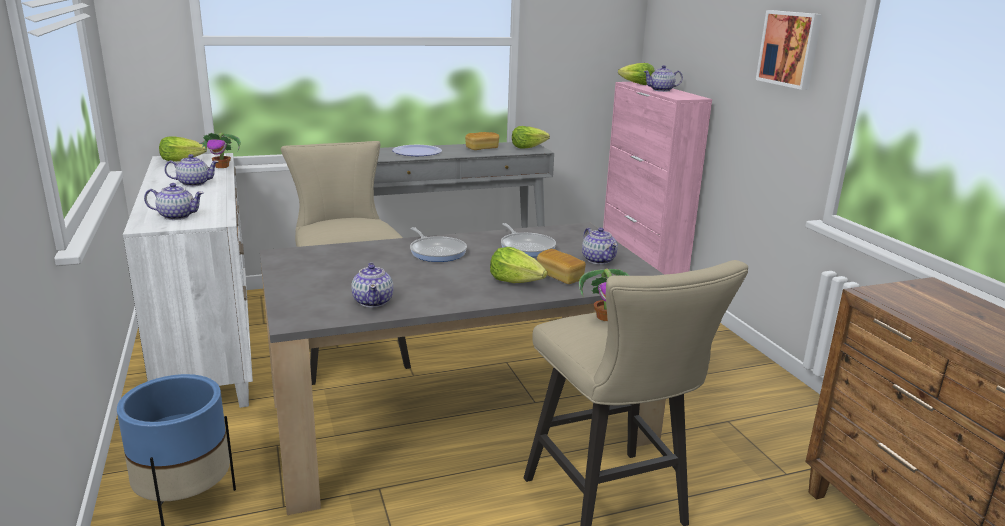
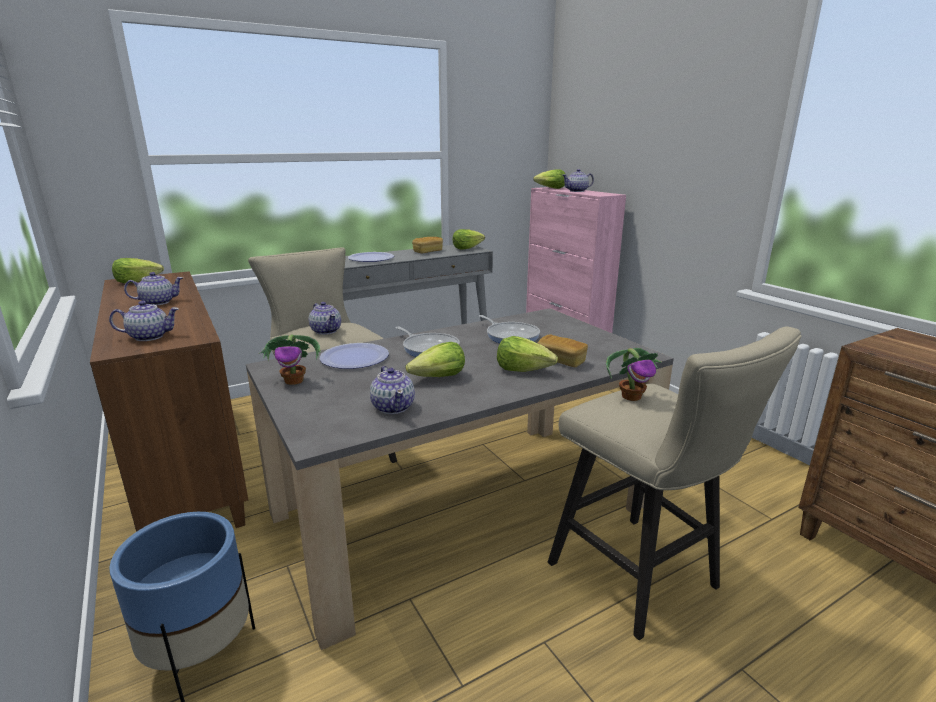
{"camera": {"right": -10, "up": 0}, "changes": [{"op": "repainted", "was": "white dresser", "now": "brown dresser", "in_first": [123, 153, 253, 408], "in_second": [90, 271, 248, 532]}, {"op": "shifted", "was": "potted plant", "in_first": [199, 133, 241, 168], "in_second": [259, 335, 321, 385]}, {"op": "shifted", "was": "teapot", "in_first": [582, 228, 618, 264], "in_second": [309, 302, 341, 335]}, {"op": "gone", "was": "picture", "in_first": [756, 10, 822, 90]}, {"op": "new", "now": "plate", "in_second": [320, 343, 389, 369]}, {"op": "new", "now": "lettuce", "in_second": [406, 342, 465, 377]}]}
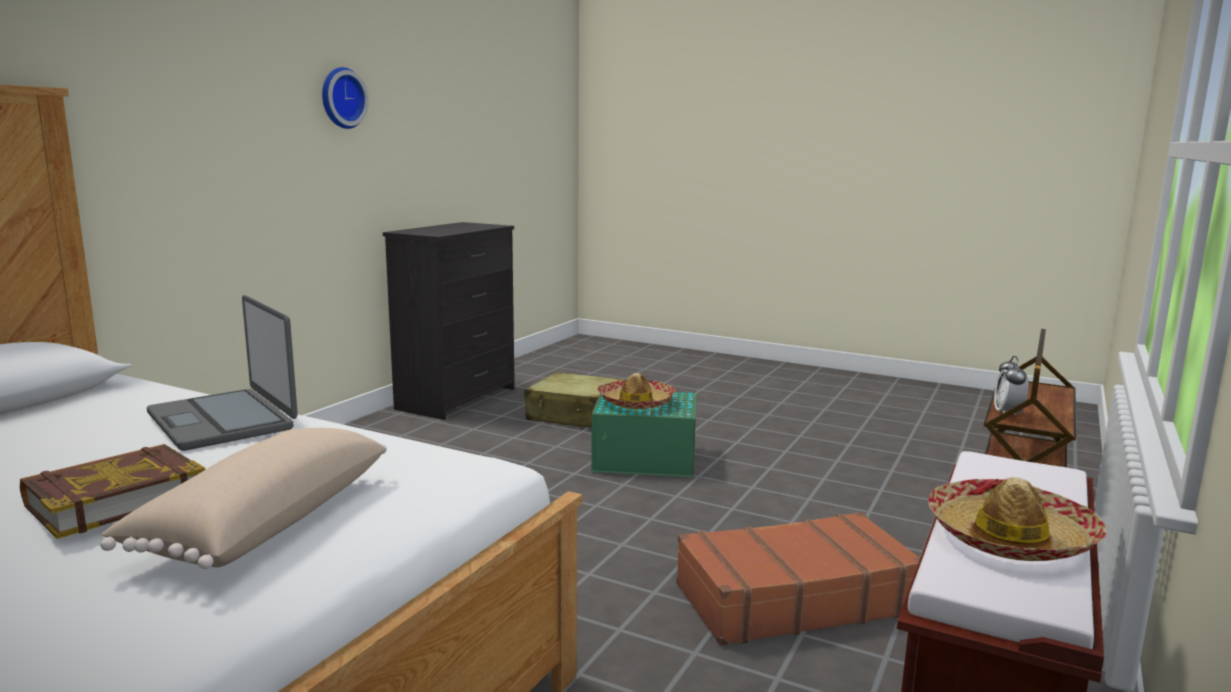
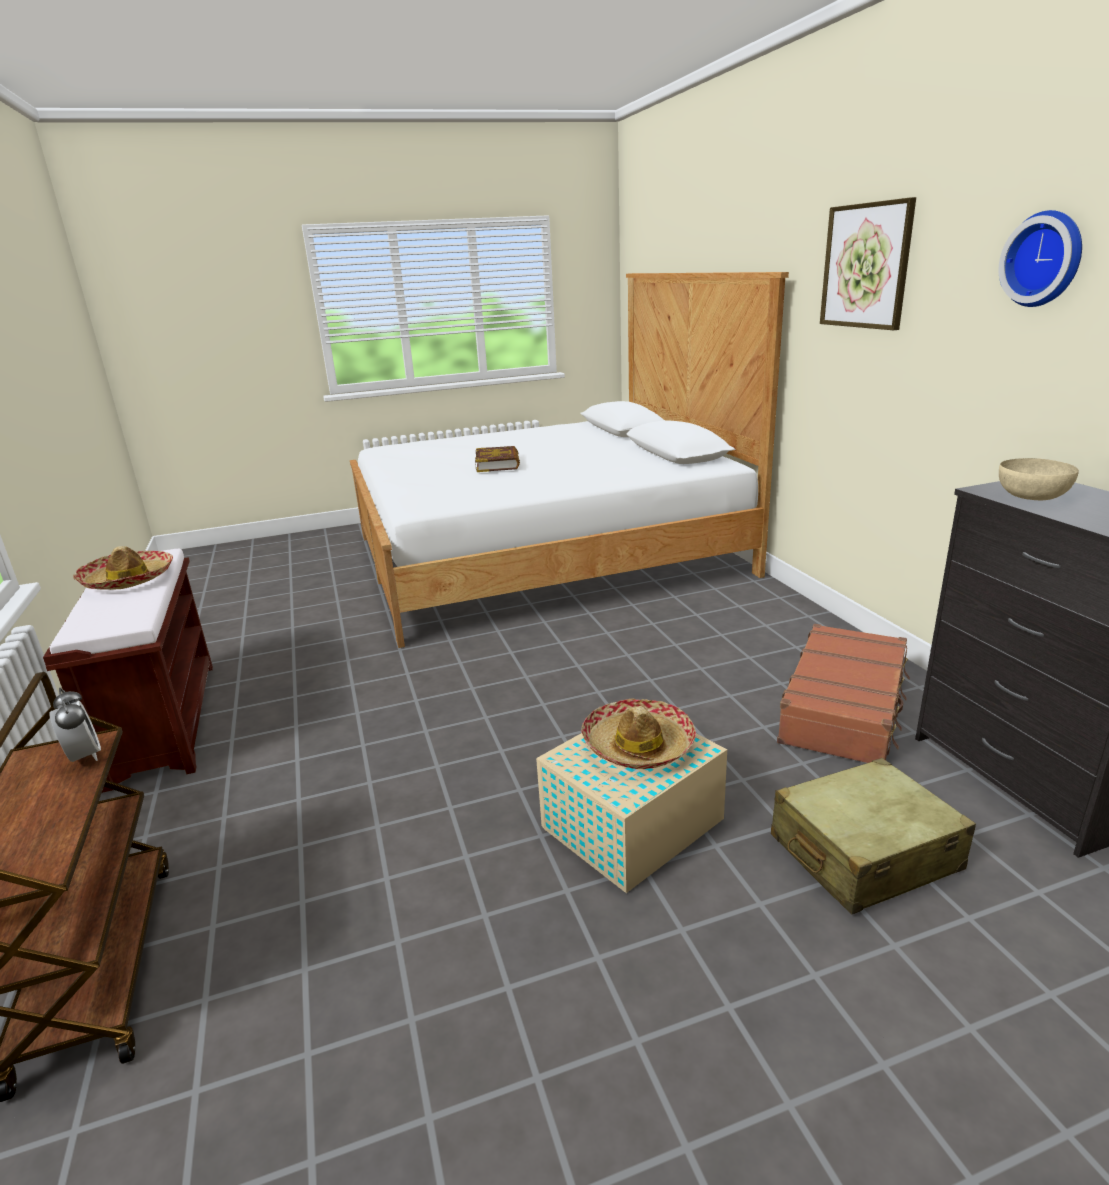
{"camera": {"right": 135, "up": 10}, "changes": [{"op": "gone", "was": "beige pillow", "in_first": [100, 428, 387, 569]}, {"op": "gone", "was": "laptop", "in_first": [147, 295, 298, 451]}, {"op": "repainted", "was": "green storage box", "now": "beige storage box", "in_first": [591, 392, 696, 477], "in_second": [536, 733, 727, 893]}, {"op": "shifted", "was": "brown suitcase", "in_first": [676, 512, 921, 646], "in_second": [777, 624, 910, 763]}, {"op": "new", "now": "picture", "in_second": [820, 197, 916, 330]}, {"op": "new", "now": "beige bowl", "in_second": [999, 458, 1079, 500]}]}
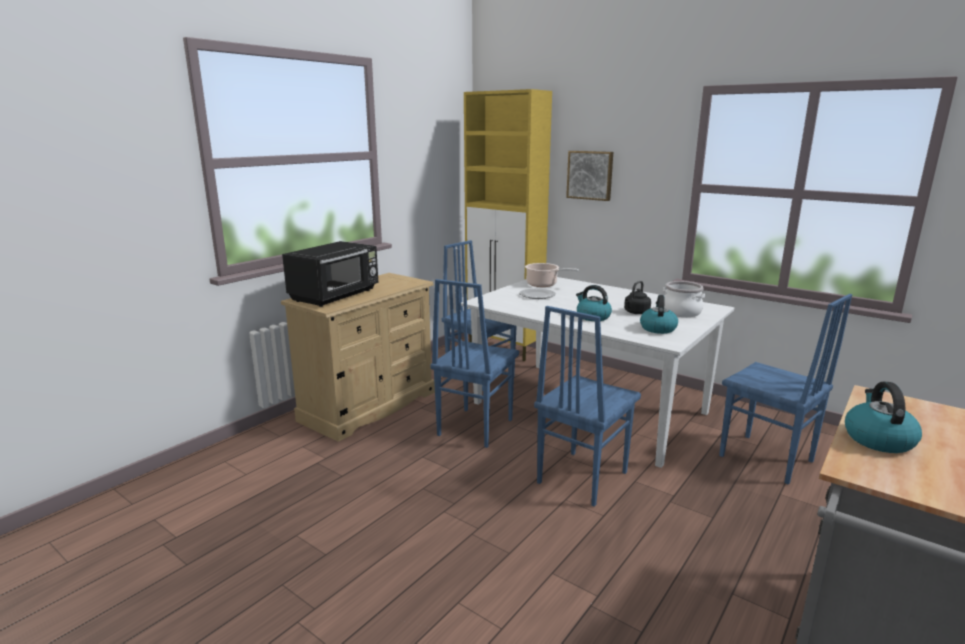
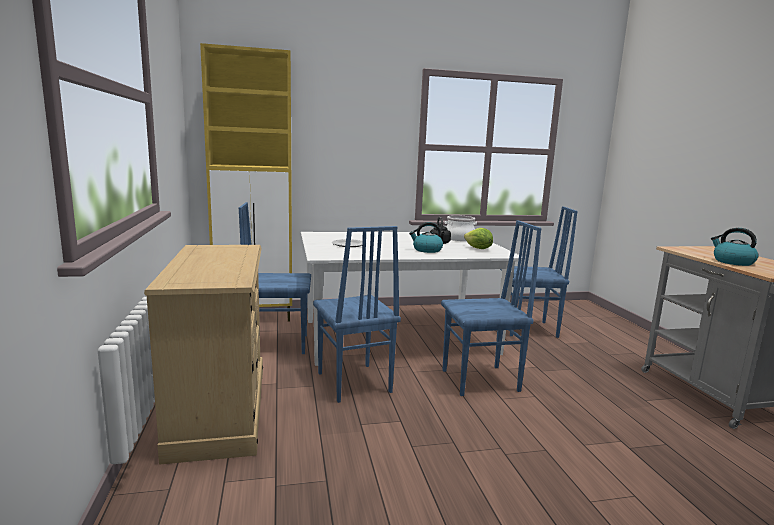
{"camera": {"right": -50, "up": -5}, "changes": [{"op": "gone", "was": "black microwave", "in_first": [282, 241, 378, 307]}, {"op": "gone", "was": "cooking pot", "in_first": [525, 263, 579, 287]}, {"op": "rotated", "was": "blue chair", "in_first": [534, 306, 641, 507], "in_second": [441, 220, 541, 396], "clockwise": -90}, {"op": "gone", "was": "picture", "in_first": [566, 151, 613, 201]}, {"op": "swapped", "was": "kettle", "now": "lettuce", "in_first": [640, 295, 678, 334], "in_second": [464, 228, 493, 249]}]}
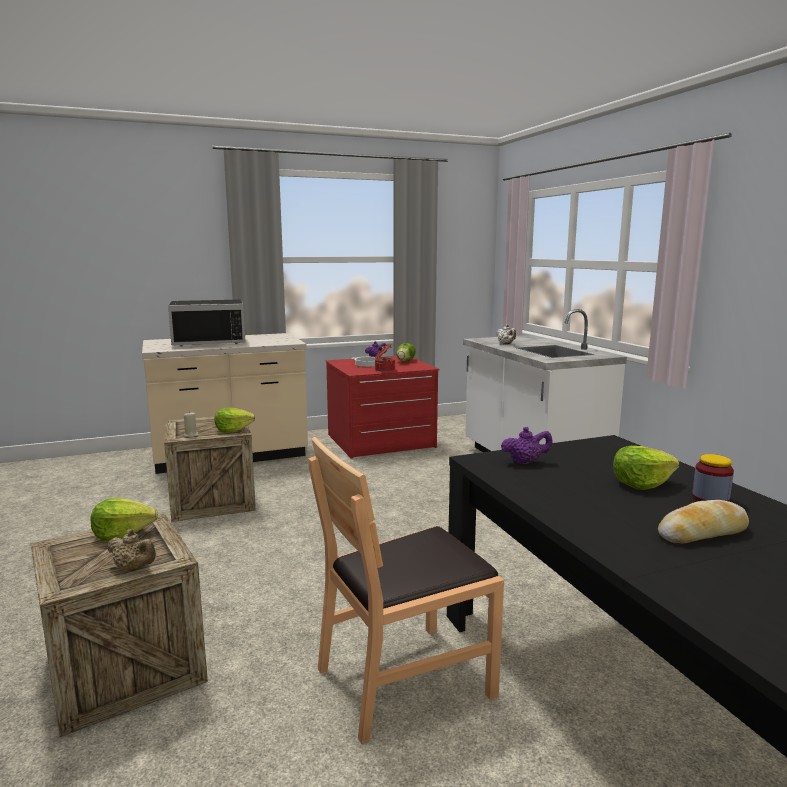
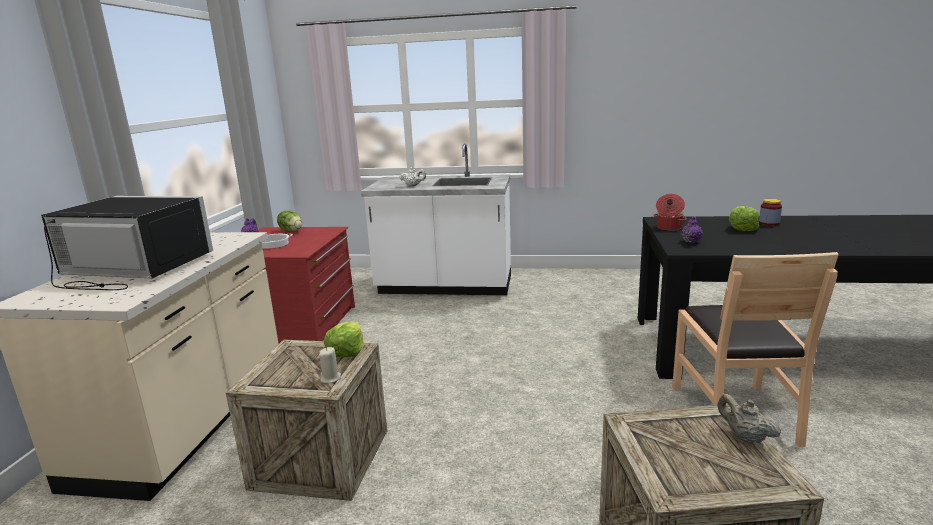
{"camera": {"right": -60, "up": 5}, "changes": [{"op": "gone", "was": "lettuce", "in_first": [90, 498, 158, 541]}, {"op": "rotated", "was": "beige teapot", "in_first": [107, 529, 156, 571], "in_second": [718, 394, 781, 444], "clockwise": -90}, {"op": "rotated", "was": "black microwave", "in_first": [168, 300, 246, 347], "in_second": [41, 196, 213, 290], "clockwise": -90}, {"op": "shifted", "was": "cooking pot", "in_first": [375, 344, 395, 372], "in_second": [653, 194, 687, 231]}, {"op": "gone", "was": "bread", "in_first": [658, 500, 749, 544]}]}
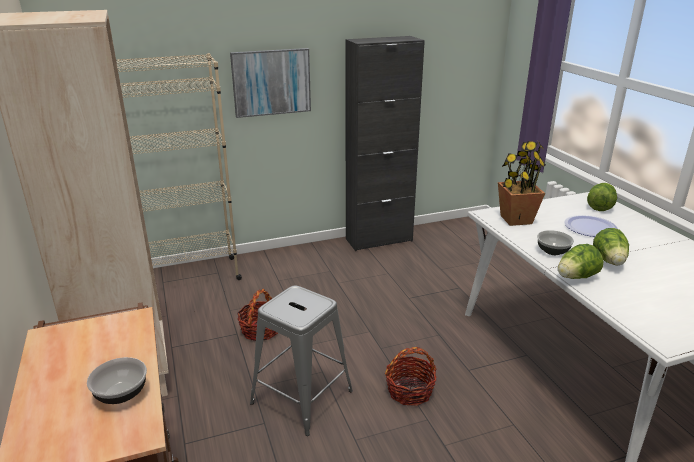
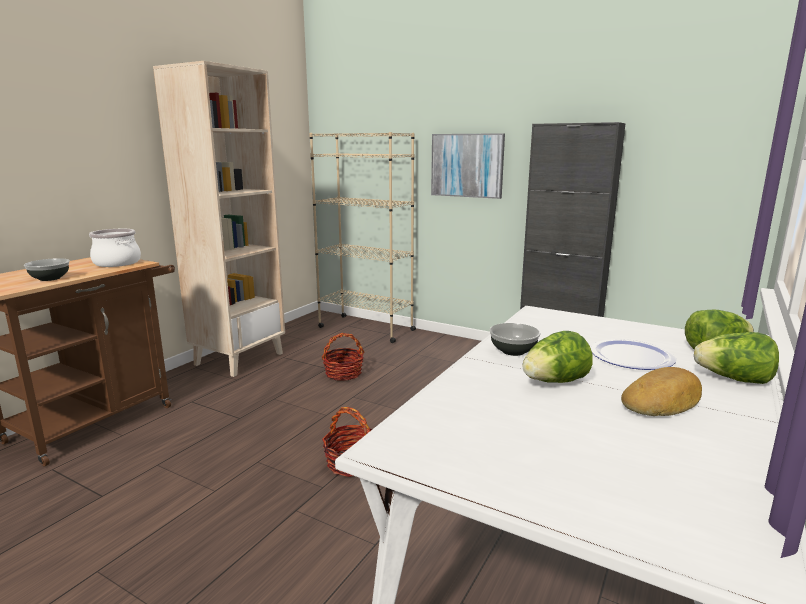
{"camera": {"right": 50, "up": -10}, "changes": [{"op": "gone", "was": "grey stool", "in_first": [250, 285, 353, 436]}, {"op": "gone", "was": "potted plant", "in_first": [498, 141, 546, 226]}, {"op": "shifted", "was": "lettuce", "in_first": [558, 244, 603, 279], "in_second": [694, 332, 779, 384]}, {"op": "new", "now": "cooking pot", "in_second": [89, 229, 141, 267]}, {"op": "new", "now": "bread", "in_second": [621, 367, 702, 416]}]}
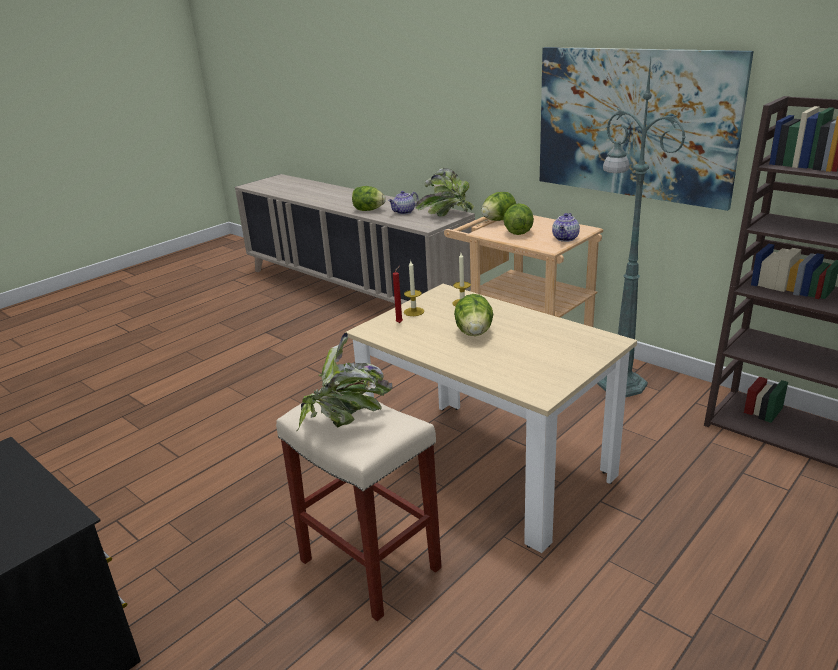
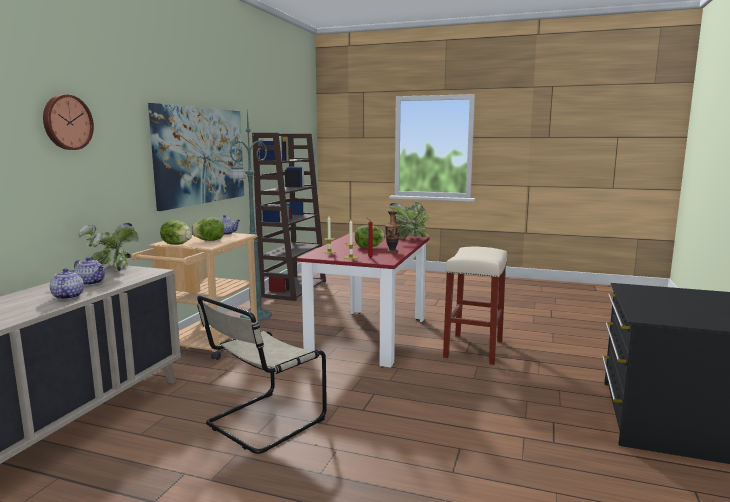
{"camera": {"right": -115, "up": -15}, "changes": [{"op": "shifted", "was": "potted plant", "in_first": [297, 332, 392, 431], "in_second": [389, 202, 429, 238]}, {"op": "repainted", "was": "beige dining table", "now": "red dining table", "in_first": [346, 284, 637, 553], "in_second": [297, 232, 429, 368]}, {"op": "swapped", "was": "lettuce", "now": "teapot", "in_first": [352, 186, 386, 211], "in_second": [50, 268, 84, 300]}, {"op": "new", "now": "wall clock", "in_second": [43, 94, 94, 150]}, {"op": "new", "now": "beige chair", "in_second": [197, 295, 327, 454]}, {"op": "new", "now": "vase", "in_second": [385, 211, 400, 253]}]}
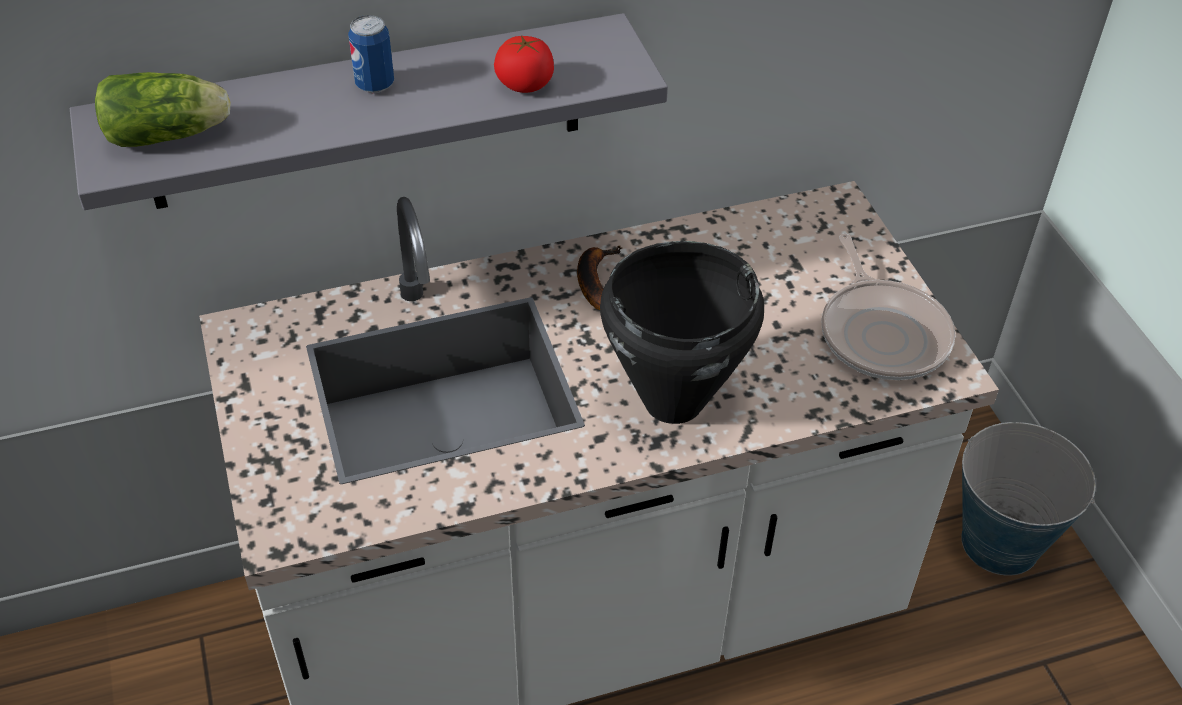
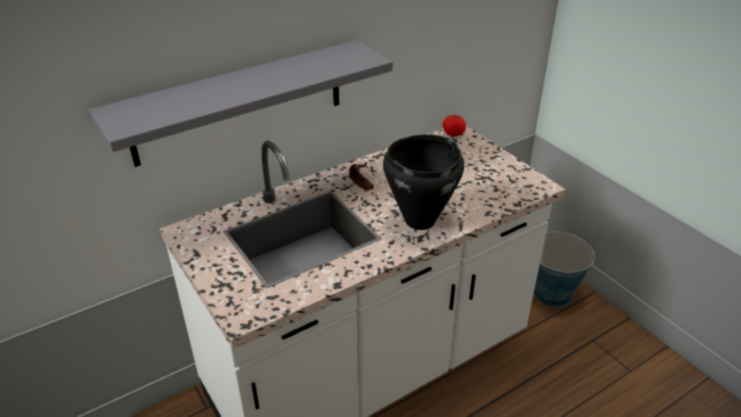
{"camera": {"right": -15, "up": -10}, "changes": [{"op": "gone", "was": "lettuce", "in_first": [95, 72, 231, 147]}, {"op": "gone", "was": "can", "in_first": [348, 15, 394, 93]}, {"op": "shifted", "was": "tomato", "in_first": [494, 36, 554, 93], "in_second": [443, 115, 466, 137]}, {"op": "gone", "was": "frying pan", "in_first": [821, 234, 956, 380]}]}
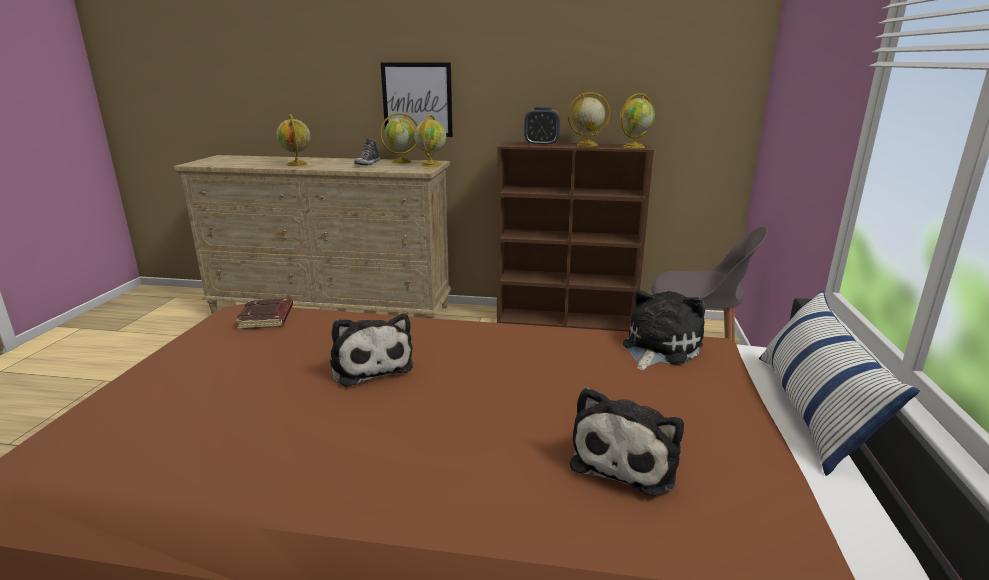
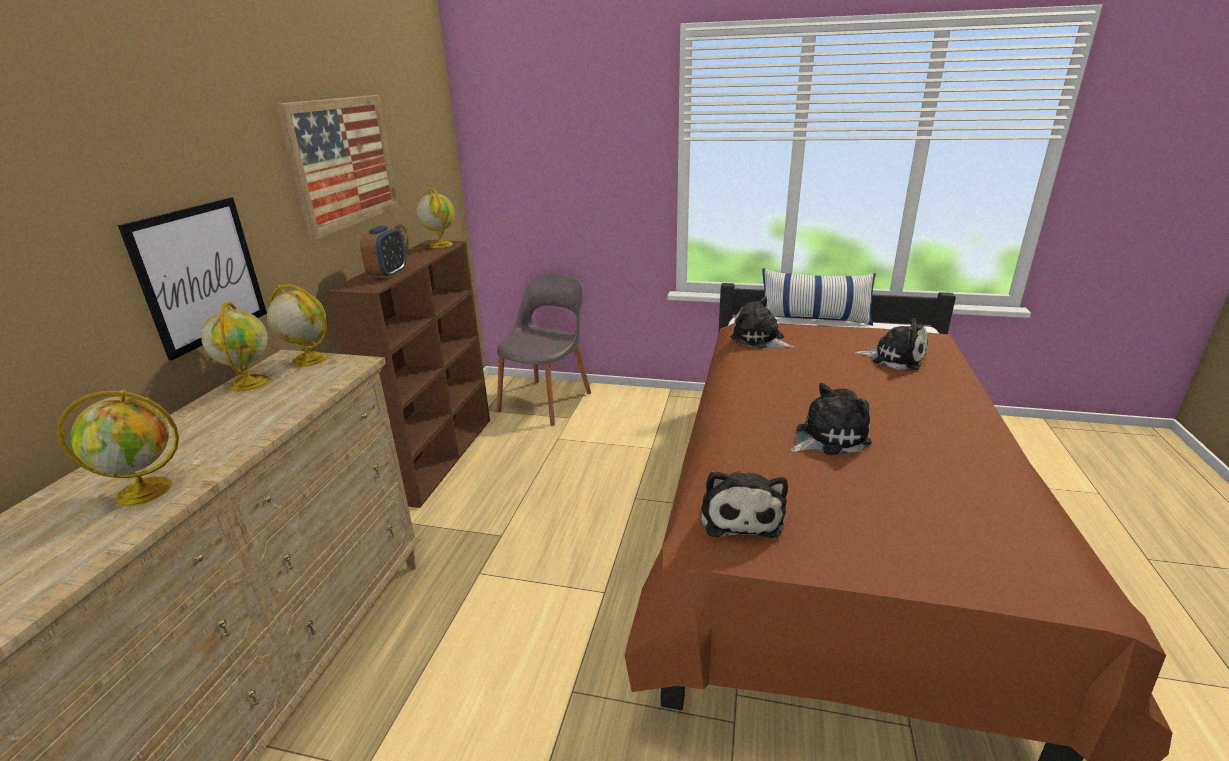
{"camera": {"right": -85, "up": 5}, "changes": [{"op": "swapped", "was": "brown book", "now": "plush toy", "in_first": [236, 298, 293, 329], "in_second": [702, 471, 788, 538]}, {"op": "gone", "was": "shoe", "in_first": [354, 139, 380, 165]}, {"op": "gone", "was": "globe", "in_first": [568, 92, 610, 146]}, {"op": "new", "now": "picture", "in_second": [276, 95, 399, 241]}]}
